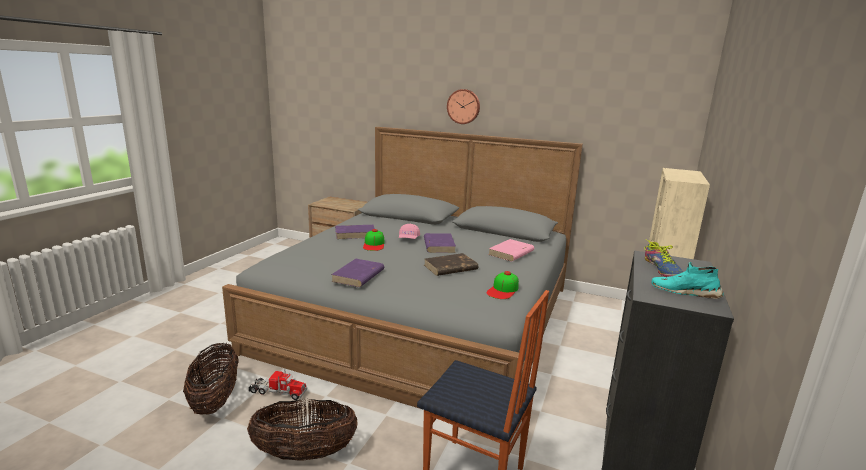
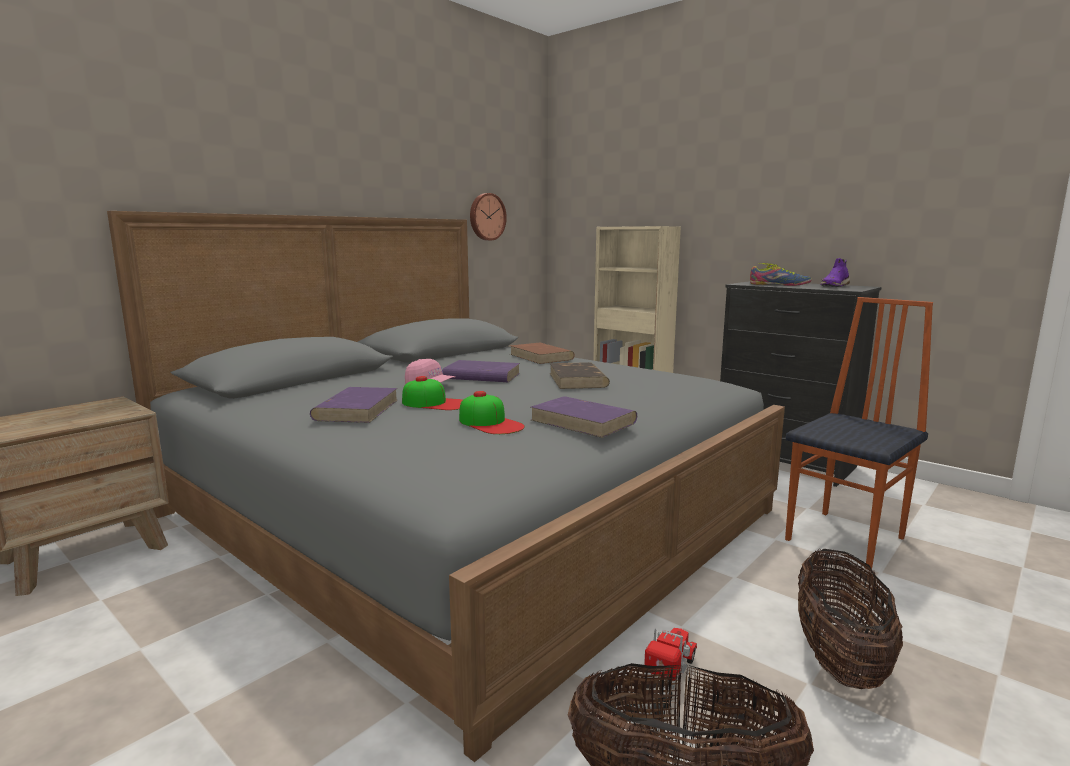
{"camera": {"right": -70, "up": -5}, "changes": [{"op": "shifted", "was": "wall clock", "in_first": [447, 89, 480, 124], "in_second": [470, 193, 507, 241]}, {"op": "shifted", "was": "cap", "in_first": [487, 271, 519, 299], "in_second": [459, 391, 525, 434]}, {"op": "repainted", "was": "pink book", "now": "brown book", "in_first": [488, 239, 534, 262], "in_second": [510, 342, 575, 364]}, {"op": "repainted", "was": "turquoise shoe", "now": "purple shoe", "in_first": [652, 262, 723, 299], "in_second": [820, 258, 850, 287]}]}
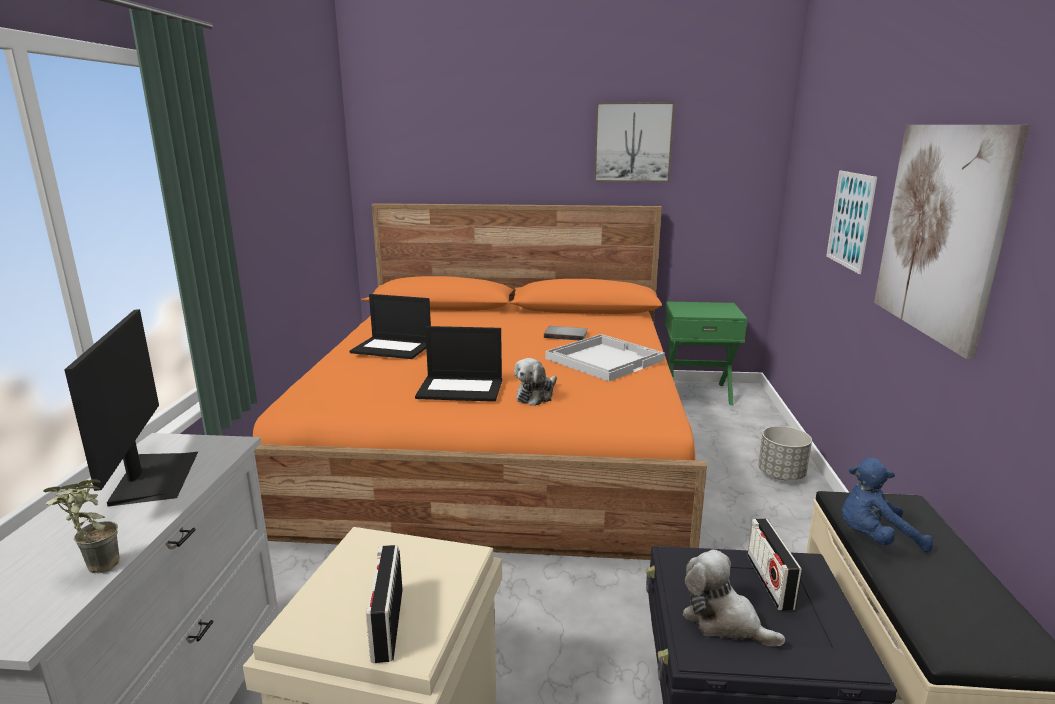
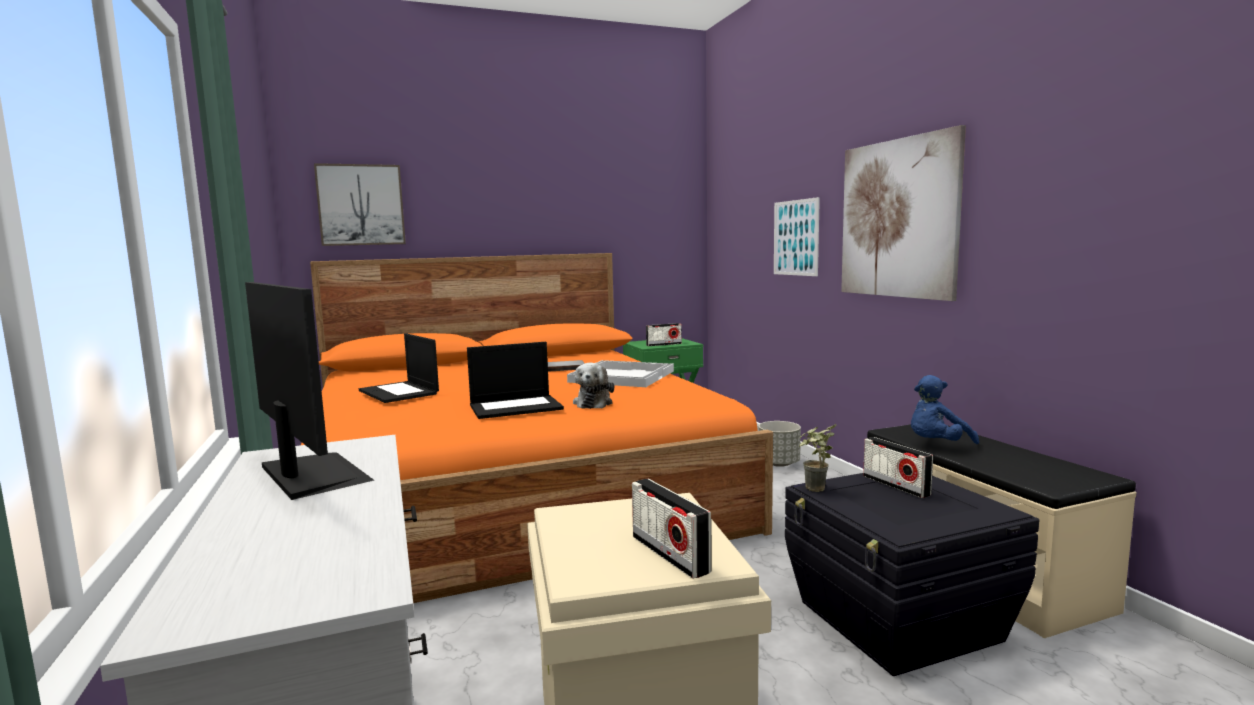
{"camera": {"right": -25, "up": -10}, "changes": [{"op": "shifted", "was": "potted plant", "in_first": [43, 479, 120, 573], "in_second": [799, 424, 837, 492]}, {"op": "rotated", "was": "laptop", "in_first": [350, 294, 431, 359], "in_second": [359, 333, 439, 403], "clockwise": 60}, {"op": "shifted", "was": "picture", "in_first": [594, 102, 675, 182], "in_second": [314, 163, 406, 246]}, {"op": "gone", "was": "plush toy", "in_first": [683, 549, 785, 647]}, {"op": "new", "now": "radio", "in_second": [646, 323, 682, 346]}]}
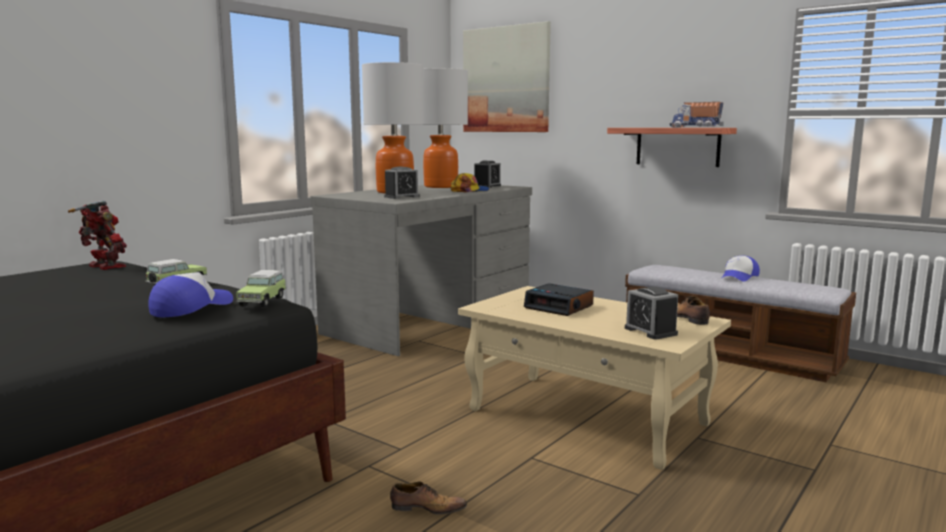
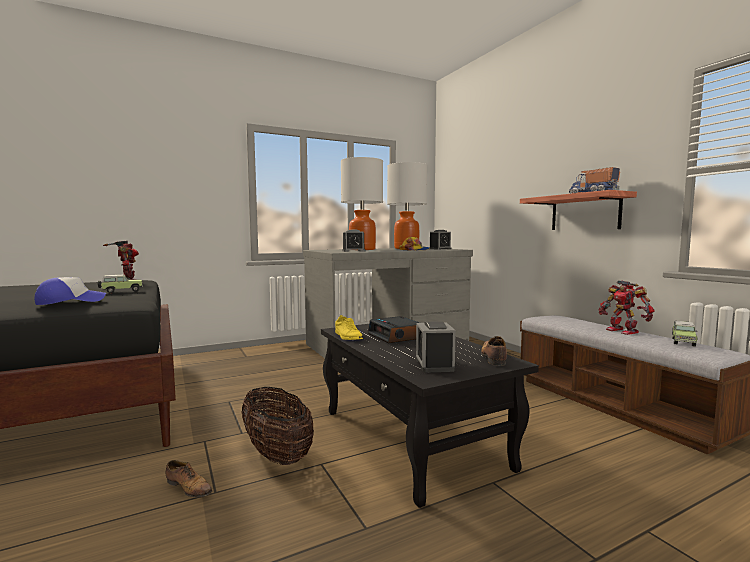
{"camera": {"right": 25, "up": -5}, "changes": [{"op": "shifted", "was": "toy car", "in_first": [236, 270, 287, 308], "in_second": [672, 321, 698, 347]}, {"op": "repainted", "was": "beige coffee table", "now": "black coffee table", "in_first": [458, 286, 731, 470], "in_second": [321, 324, 539, 508]}, {"op": "gone", "was": "picture", "in_first": [463, 21, 551, 132]}, {"op": "swapped", "was": "cap", "now": "toy robot", "in_first": [722, 255, 760, 282], "in_second": [599, 280, 655, 335]}, {"op": "new", "now": "basket", "in_second": [241, 387, 314, 465]}, {"op": "new", "now": "yellow shoe", "in_second": [335, 315, 363, 340]}]}
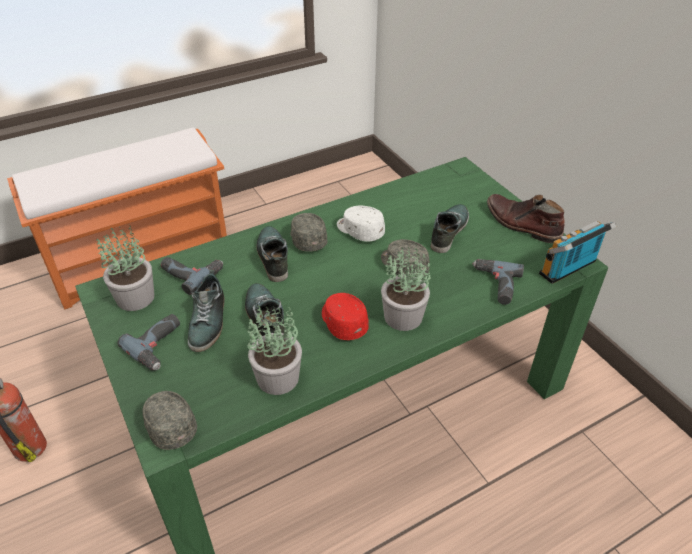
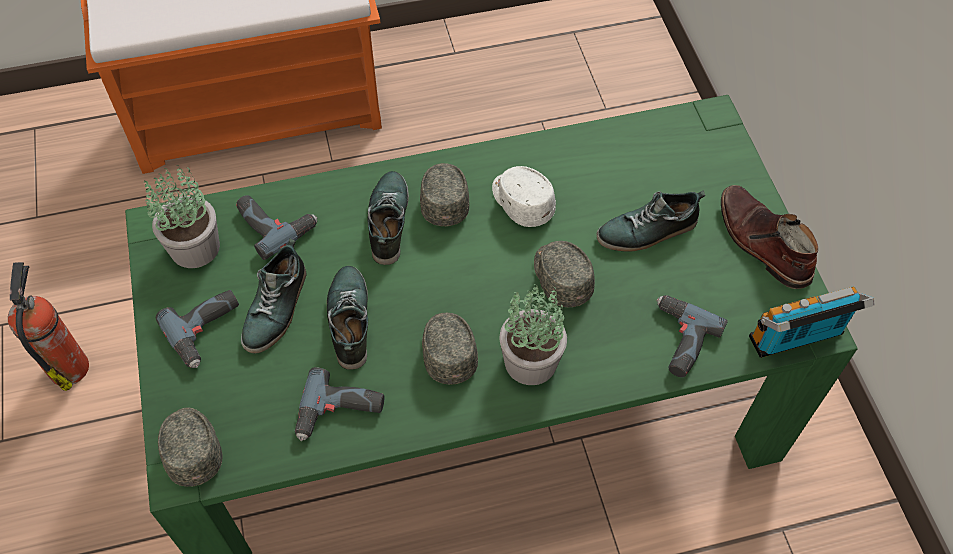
{"camera": {"right": 15, "up": 15}, "changes": [{"op": "swapped", "was": "potted plant", "now": "power drill", "in_first": [247, 304, 302, 395], "in_second": [295, 367, 385, 441]}, {"op": "repainted", "was": "red cap", "now": "grey cap", "in_first": [322, 293, 369, 340], "in_second": [422, 313, 478, 385]}, {"op": "rotated", "was": "shoe", "in_first": [431, 204, 469, 253], "in_second": [597, 191, 705, 252], "clockwise": -150}]}
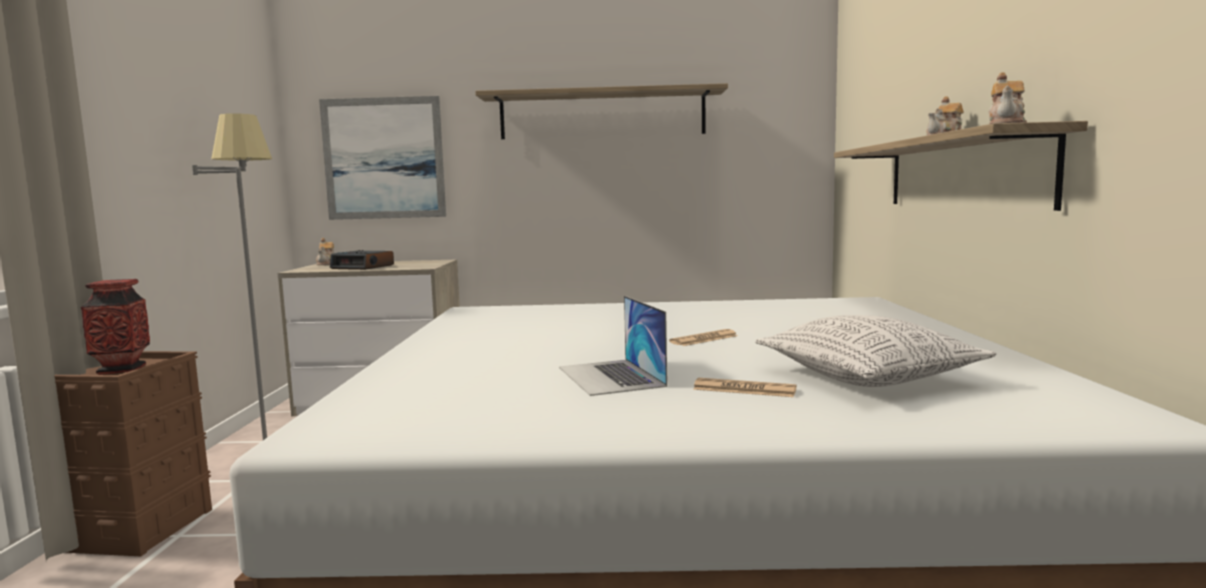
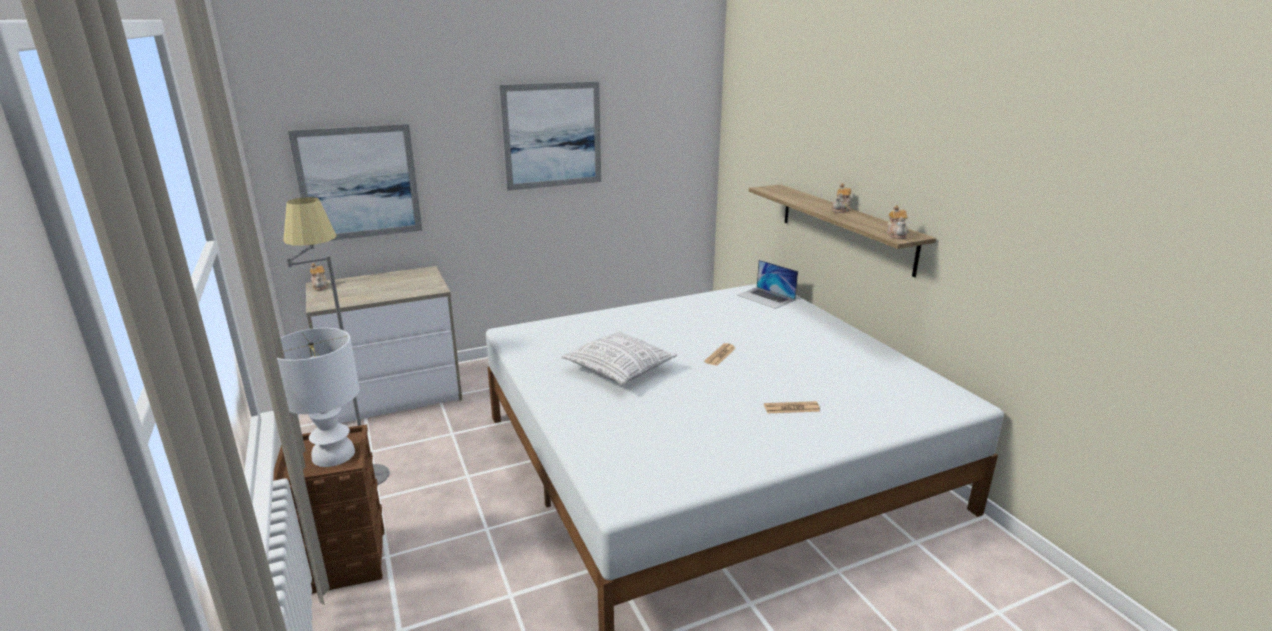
{"camera": {"right": -25, "up": 15}, "changes": [{"op": "swapped", "was": "vase", "now": "white table lamp", "in_first": [81, 279, 150, 375], "in_second": [277, 328, 359, 467]}, {"op": "gone", "was": "alarm clock", "in_first": [330, 250, 394, 270]}, {"op": "swapped", "was": "shelf", "now": "picture", "in_first": [475, 83, 728, 139], "in_second": [499, 81, 601, 191]}, {"op": "shifted", "was": "laptop", "in_first": [559, 296, 667, 396], "in_second": [737, 260, 798, 309]}, {"op": "shifted", "was": "pillow", "in_first": [755, 315, 997, 387], "in_second": [561, 331, 677, 385]}]}
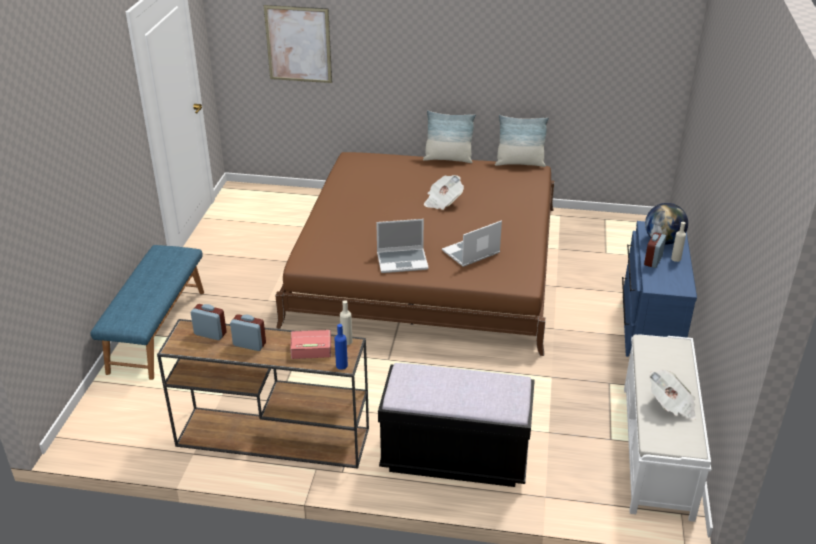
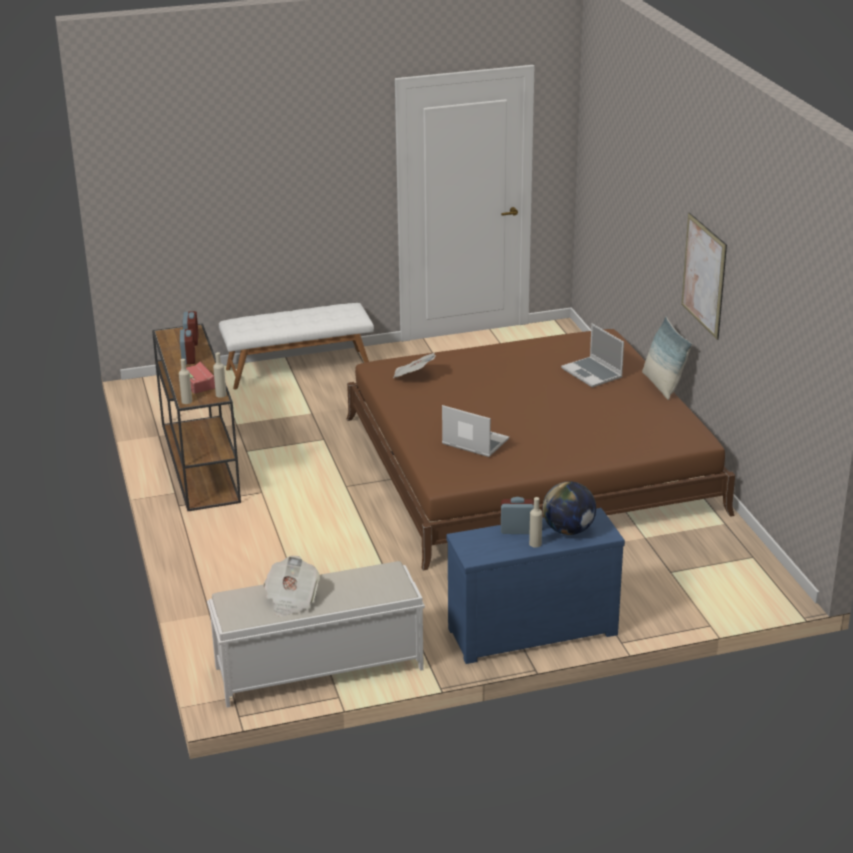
{"camera": {"right": 65, "up": -5}, "changes": [{"op": "repainted", "was": "blue bench", "now": "white bench", "in_first": [90, 245, 204, 380], "in_second": [219, 303, 374, 389]}, {"op": "shifted", "was": "picture", "in_first": [264, 5, 332, 83], "in_second": [681, 213, 727, 340]}, {"op": "repainted", "was": "blue bottle", "now": "beige bottle", "in_first": [334, 324, 348, 370], "in_second": [179, 359, 192, 404]}, {"op": "shifted", "was": "laptop", "in_first": [376, 219, 429, 273], "in_second": [561, 323, 624, 387]}, {"op": "gone", "was": "black bench", "in_first": [378, 363, 535, 487]}, {"op": "shifted", "was": "newspaper", "in_first": [424, 175, 464, 210], "in_second": [393, 353, 436, 378]}, {"op": "gone", "was": "pillow", "in_first": [495, 115, 549, 167]}]}
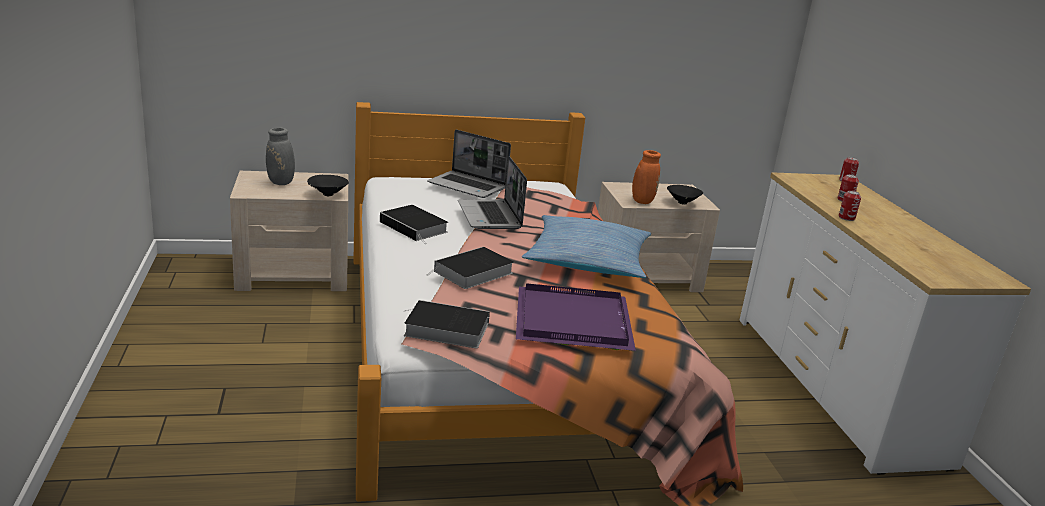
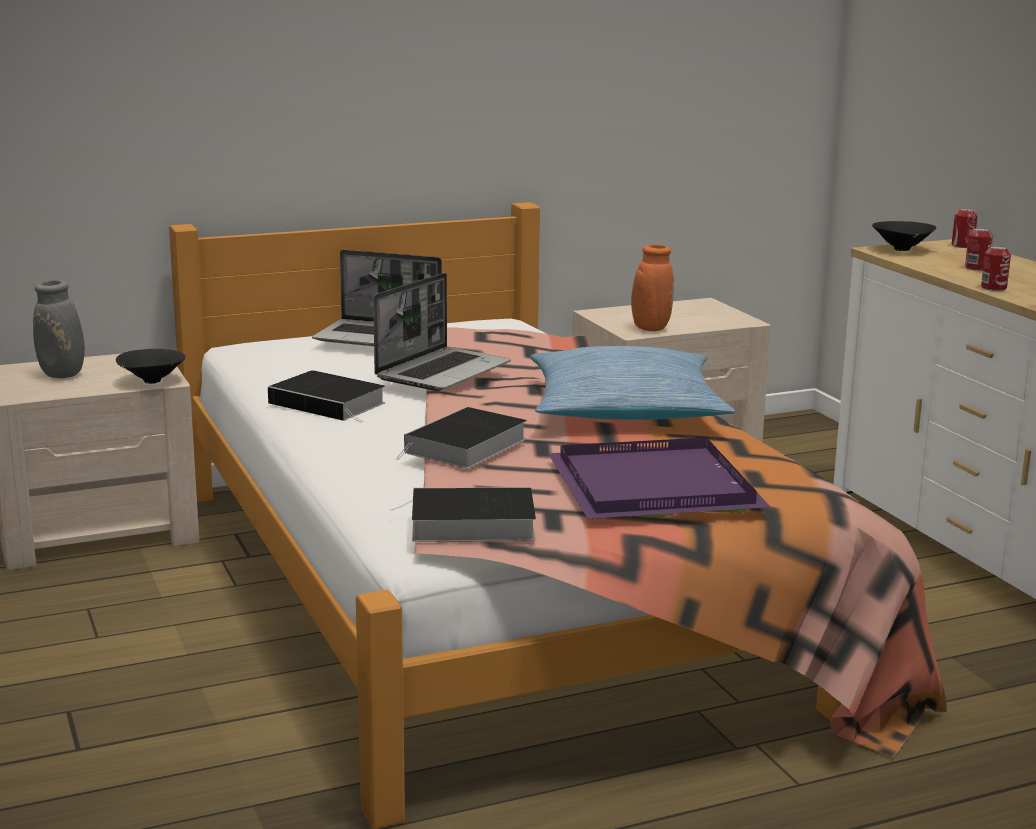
{"camera": {"right": -10, "up": -5}, "changes": [{"op": "rotated", "was": "laptop", "in_first": [458, 156, 527, 229], "in_second": [373, 273, 511, 391], "clockwise": -120}, {"op": "shifted", "was": "black bowl", "in_first": [667, 185, 703, 205], "in_second": [872, 221, 936, 251]}]}
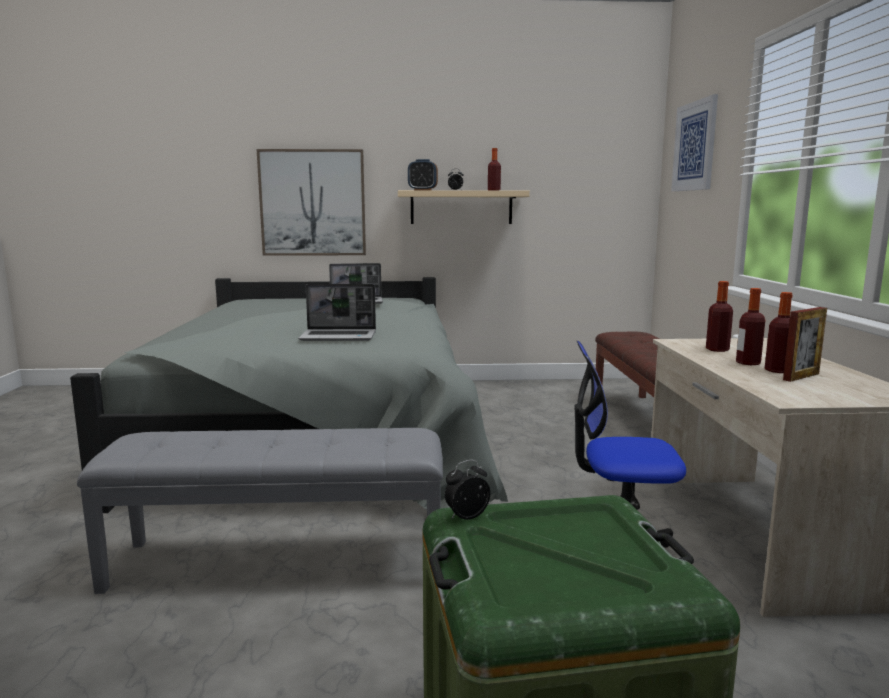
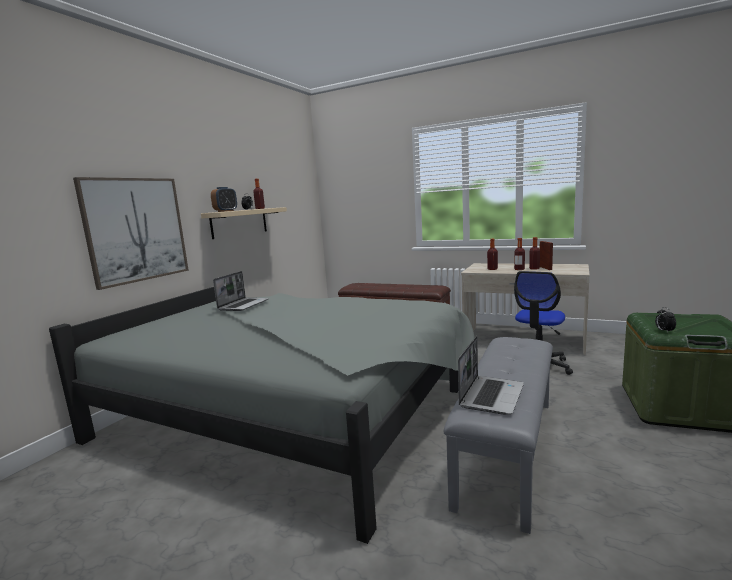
{"camera": {"right": -60, "up": 0}, "changes": [{"op": "shifted", "was": "laptop", "in_first": [298, 284, 376, 341], "in_second": [458, 336, 524, 415]}, {"op": "gone", "was": "picture", "in_first": [671, 94, 718, 191]}]}
